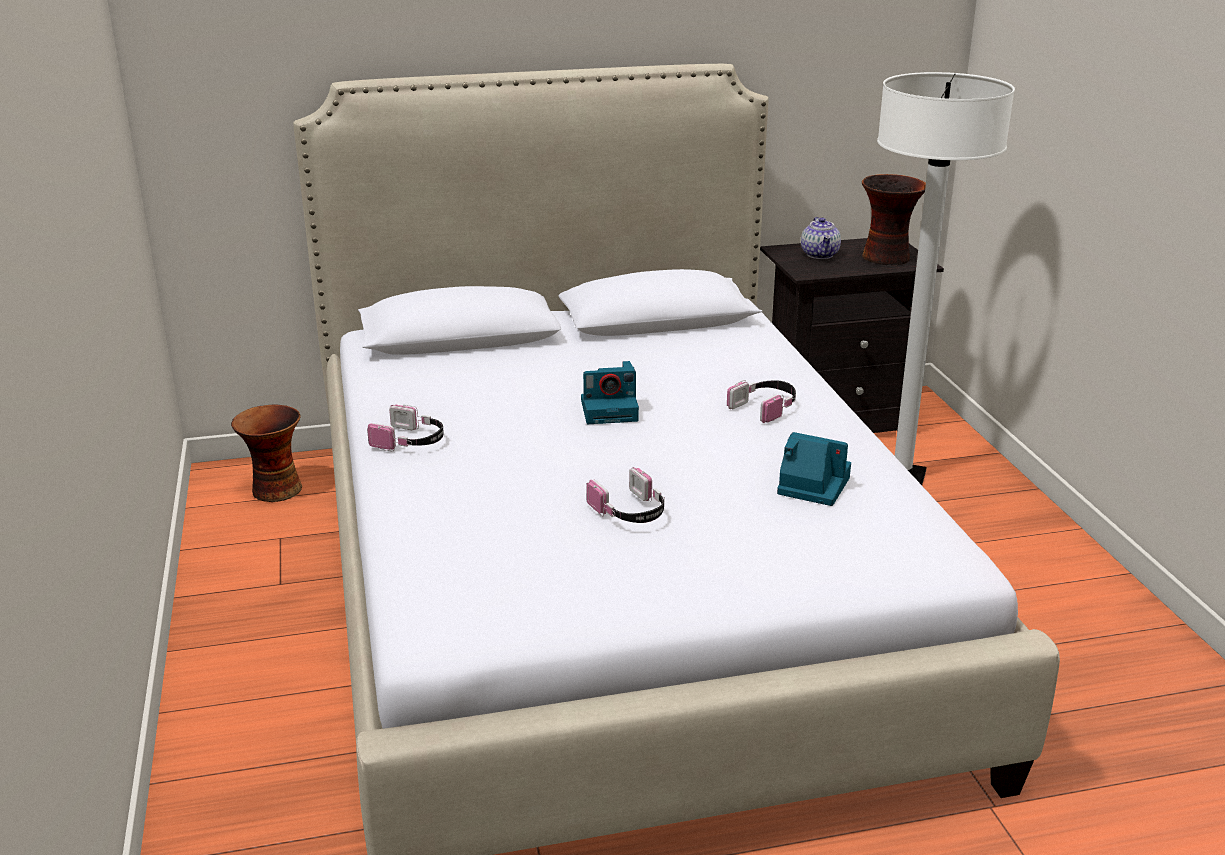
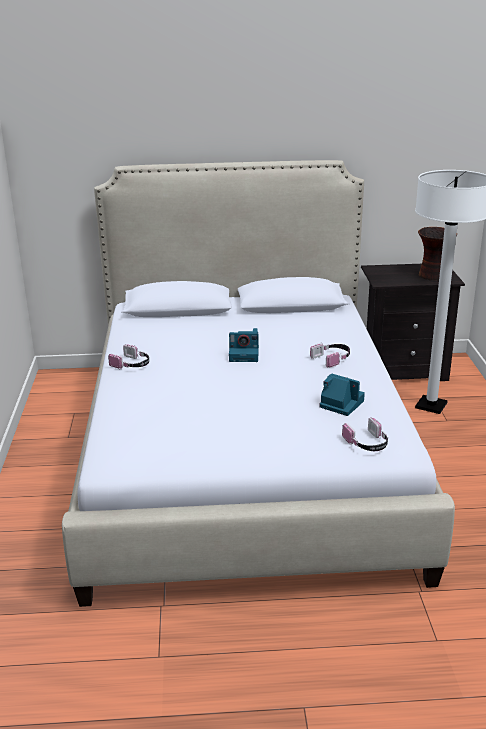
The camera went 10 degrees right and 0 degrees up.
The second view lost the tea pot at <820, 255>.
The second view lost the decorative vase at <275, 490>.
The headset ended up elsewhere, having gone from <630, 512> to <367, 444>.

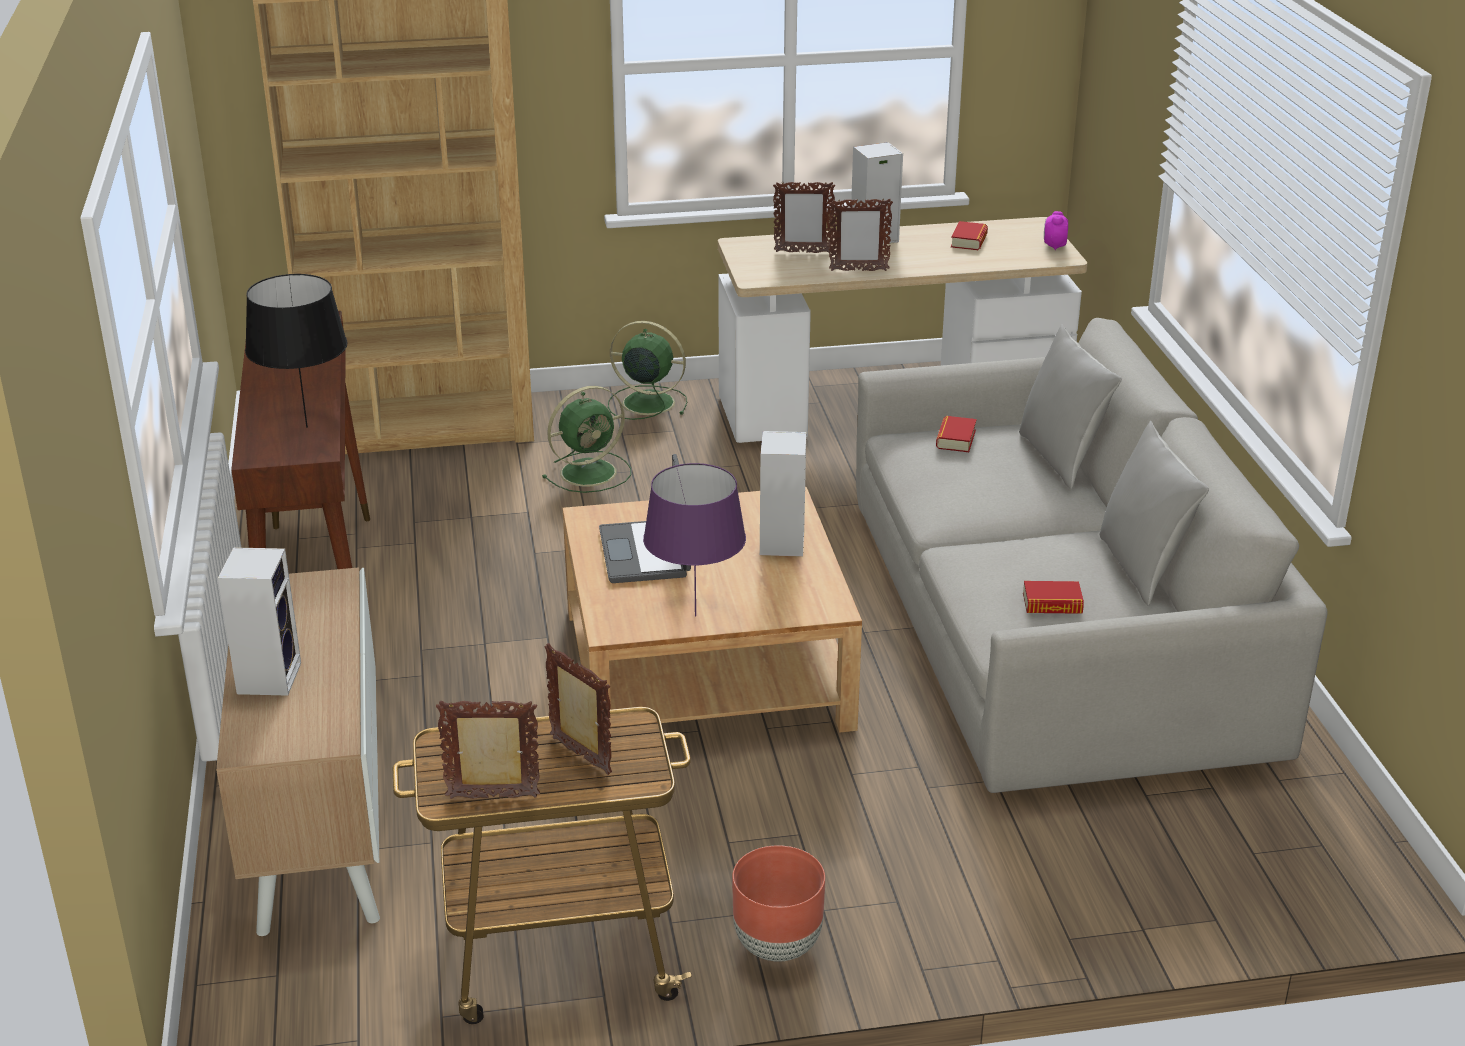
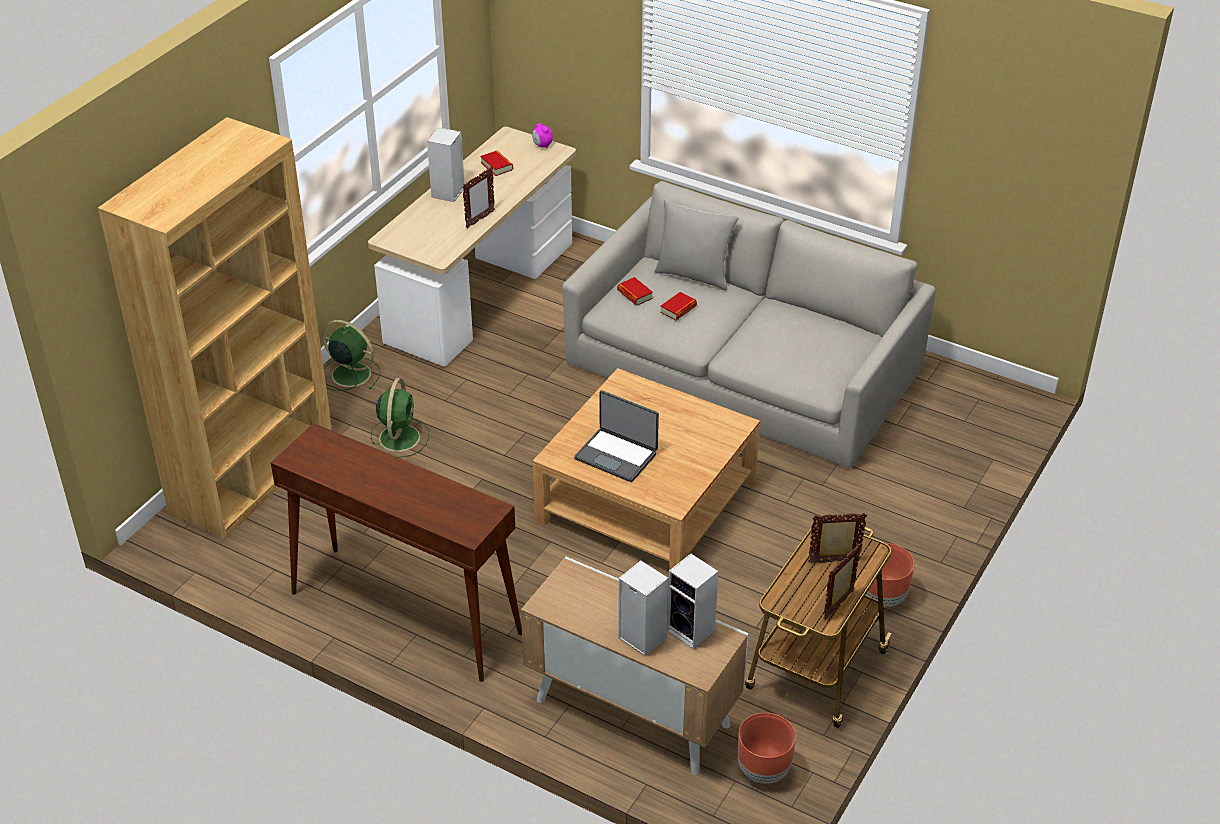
The camera went 50 degrees left and 10 degrees up.
The second view lost the picture frame at <802, 252>.
The second view lost the table lamp in black at <307, 427>.
The electric fan in green at <646, 403> ended up facing another way, 60 degrees clockwise from before.
The second view lost the pillow in greyish at <1142, 568>.
The speaker ended up elsewhere, having gone from <783, 544> to <692, 631>.
The second view lost the table lamp in purple at <695, 615>.
The book ended up elsewhere, having gone from <1052, 604> to <678, 309>.
The second view gained the planter in brown-coloured at <764, 770>.

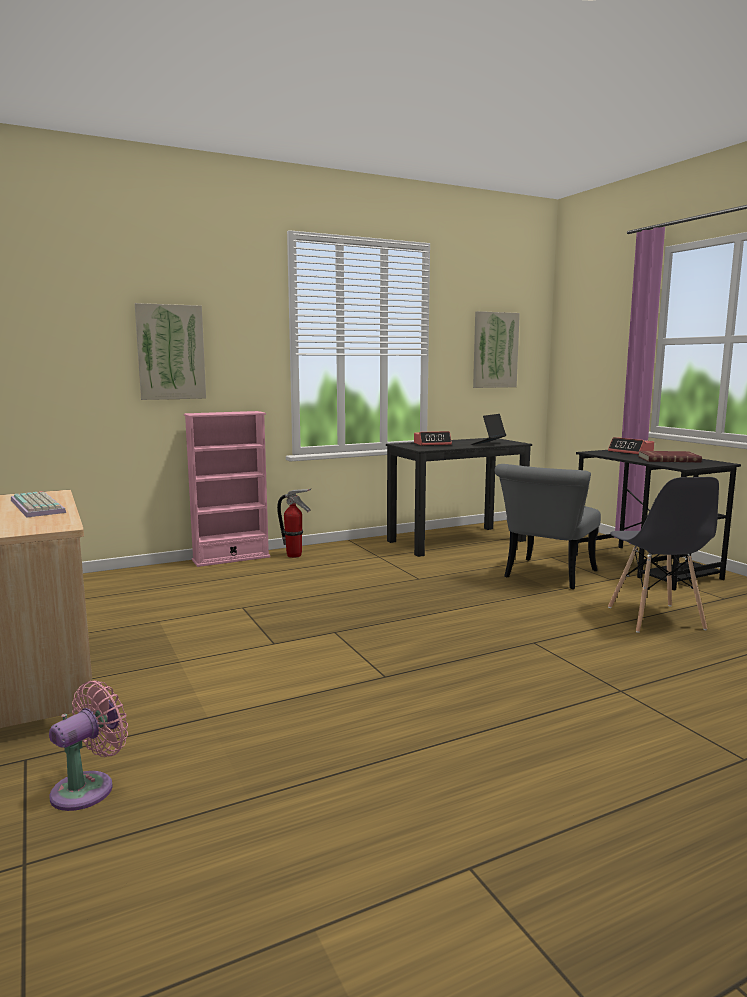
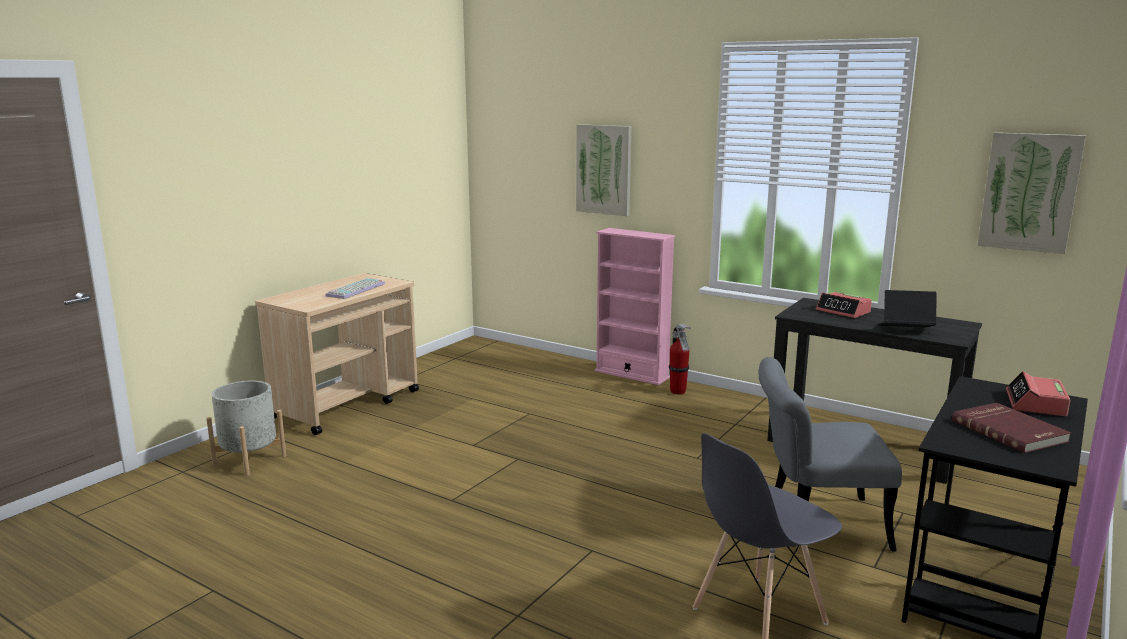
The camera went 60 degrees right and 5 degrees up.
Where the electric fan in pinkish stood at <88, 788>, the planter in greyish came to stand at <249, 460>.

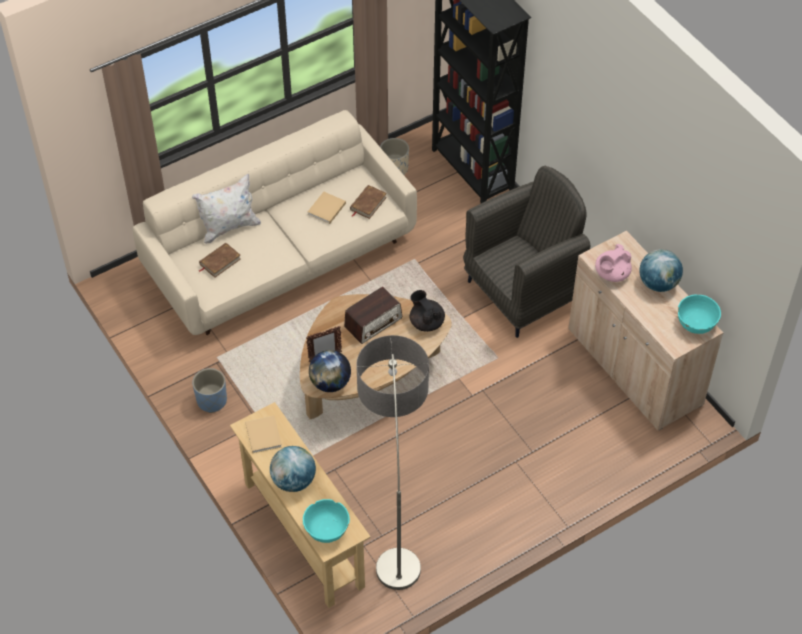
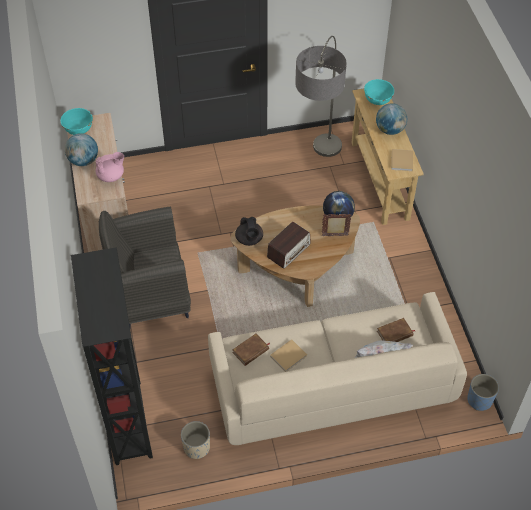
The camera went 160 degrees left and 0 degrees up.
The radio at <373, 322> ended up facing another way, 150 degrees clockwise from before.
The planter in blue ended up elsewhere, having gone from <211, 400> to <479, 400>.

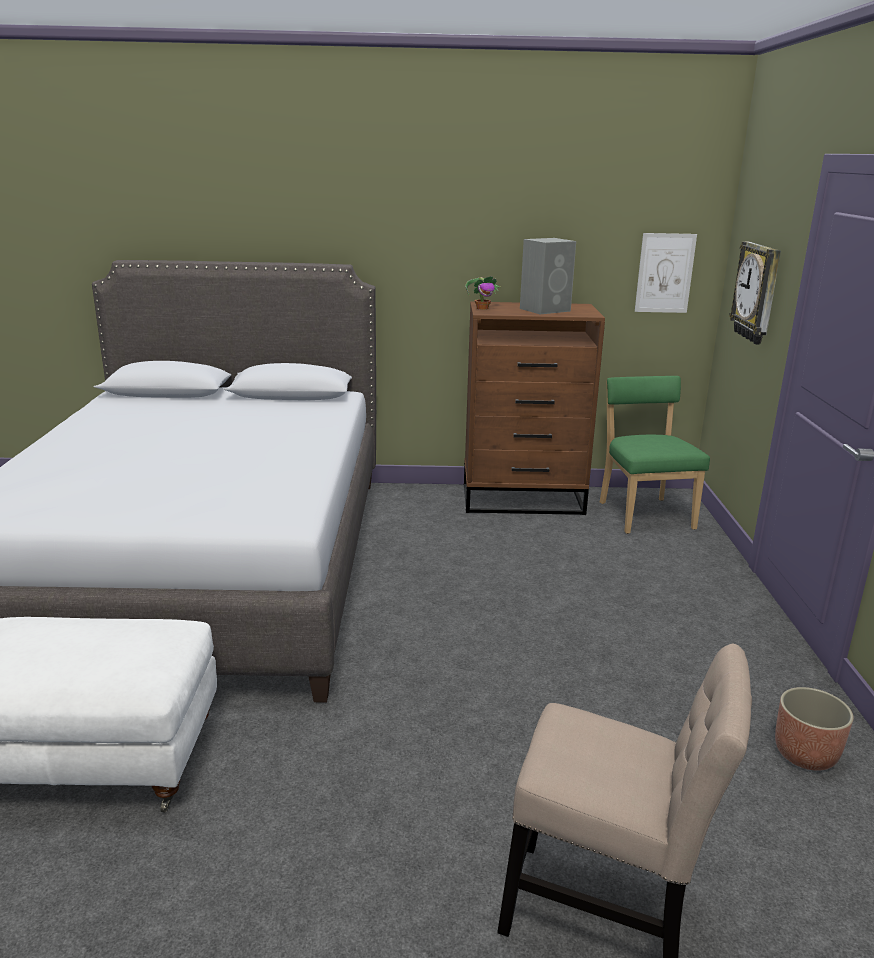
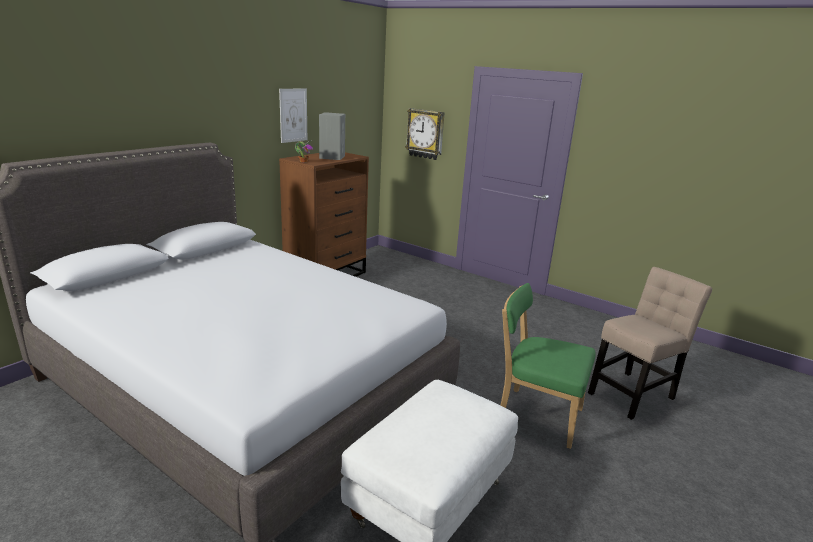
The camera went 55 degrees left and 0 degrees up.
The wall picture ended up elsewhere, having gone from <665, 273> to <293, 115>.
The chair in green ended up elsewhere, having gone from <643, 514> to <535, 415>.
The second view lost the planter at <805, 754>.

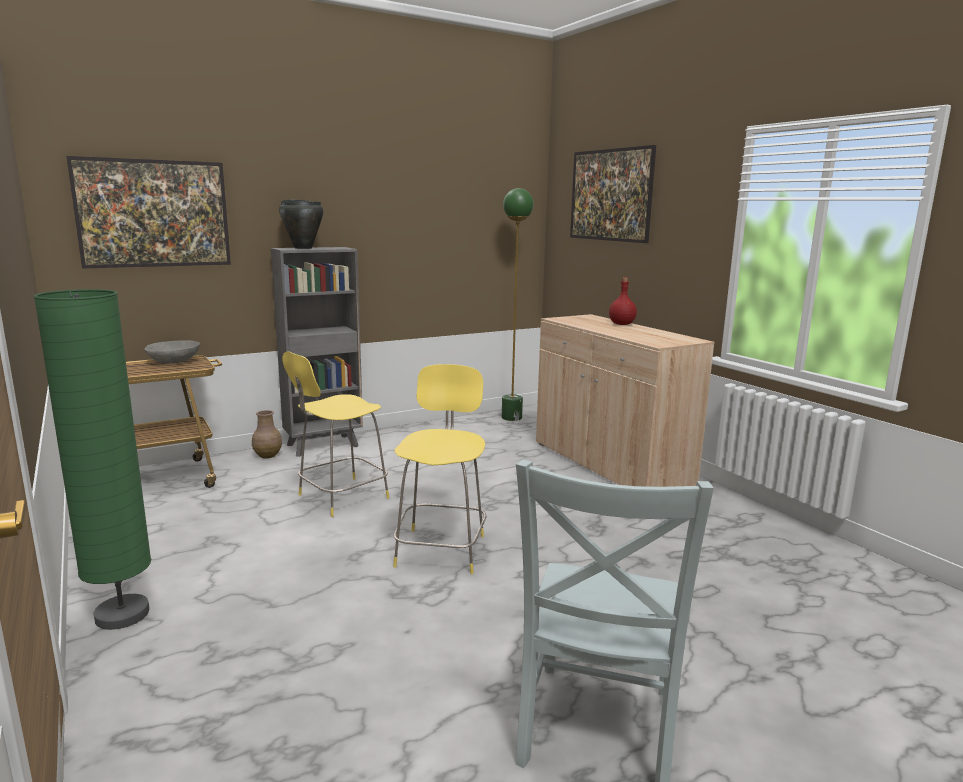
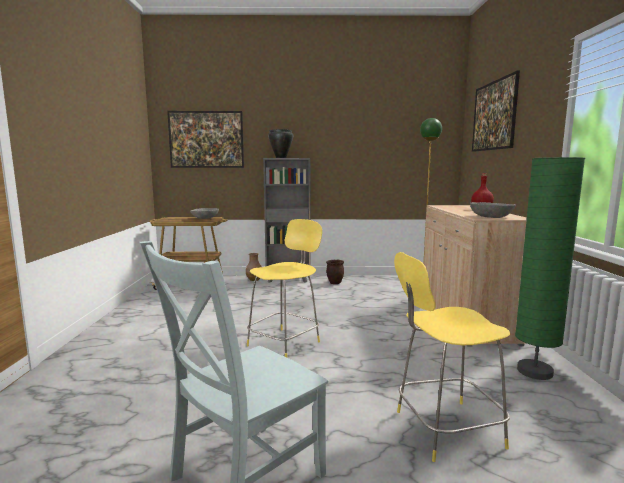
The camera went 30 degrees right and 5 degrees down.
The floor lamp in green ended up elsewhere, having gone from <122, 615> to <534, 371>.
The sitting stool in yellowish ended up elsewhere, having gone from <340, 497> to <444, 429>.
The second view gained the bowl in greyish at <491, 217>.
The second view gained the planter in brown-coloured at <335, 283>.

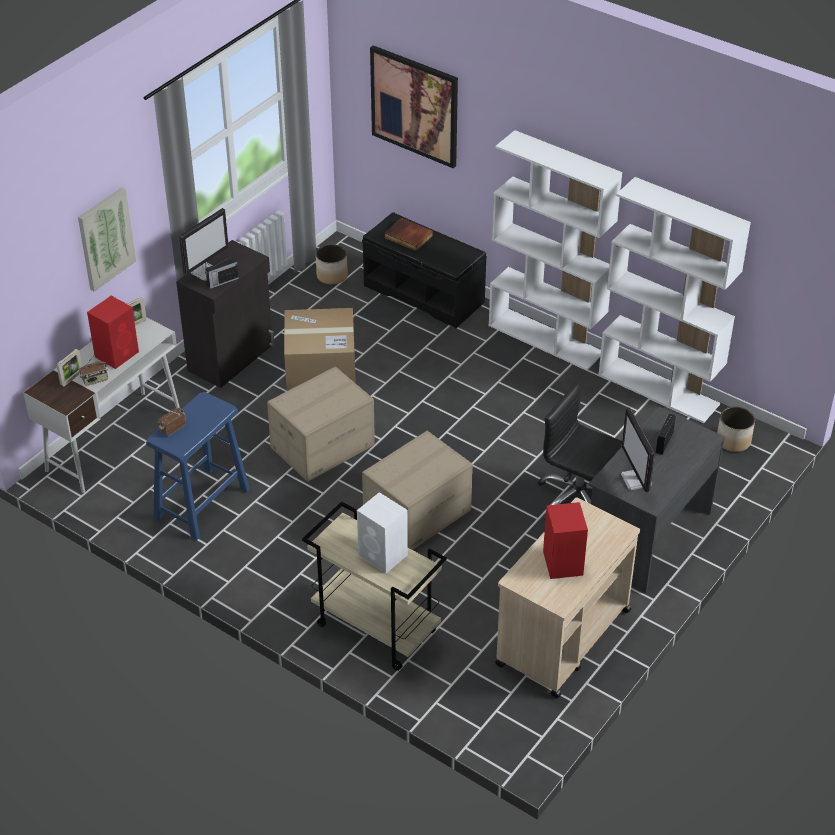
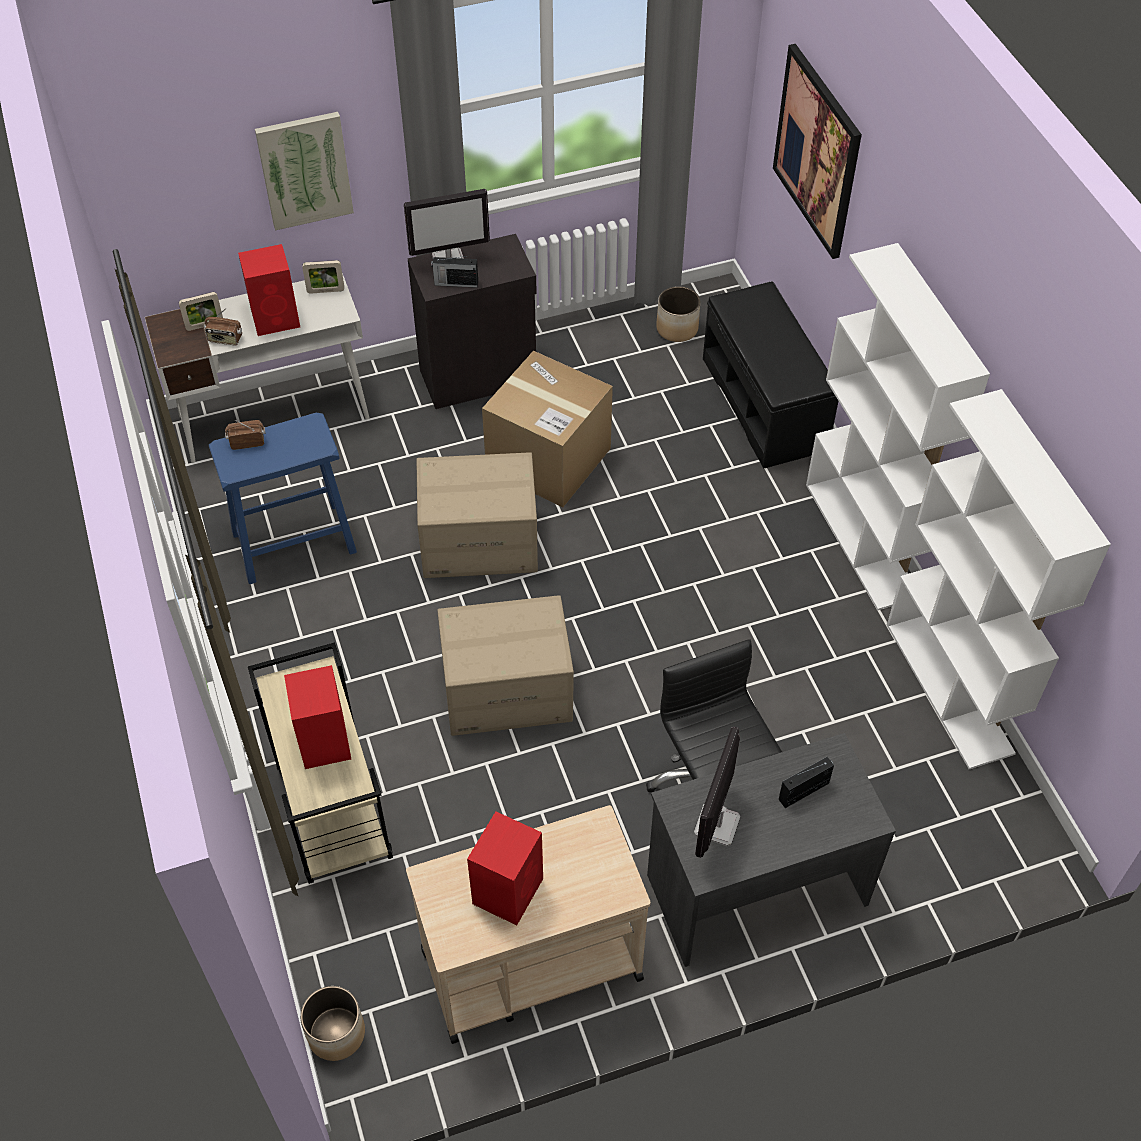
The camera went 35 degrees right and 10 degrees up.
The second view lost the book at <407, 237>.
The planter ended up elsewhere, having gone from <733, 441> to <336, 1034>.
What was the speaker in white-coloured at <383, 556> turned into the speaker in red at <324, 743>.

